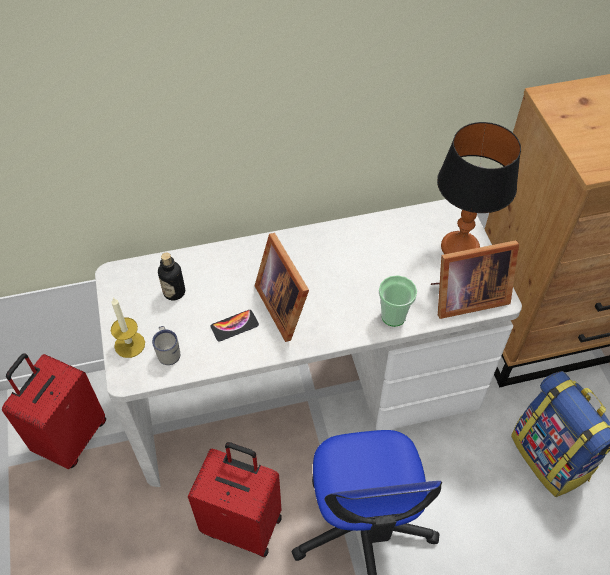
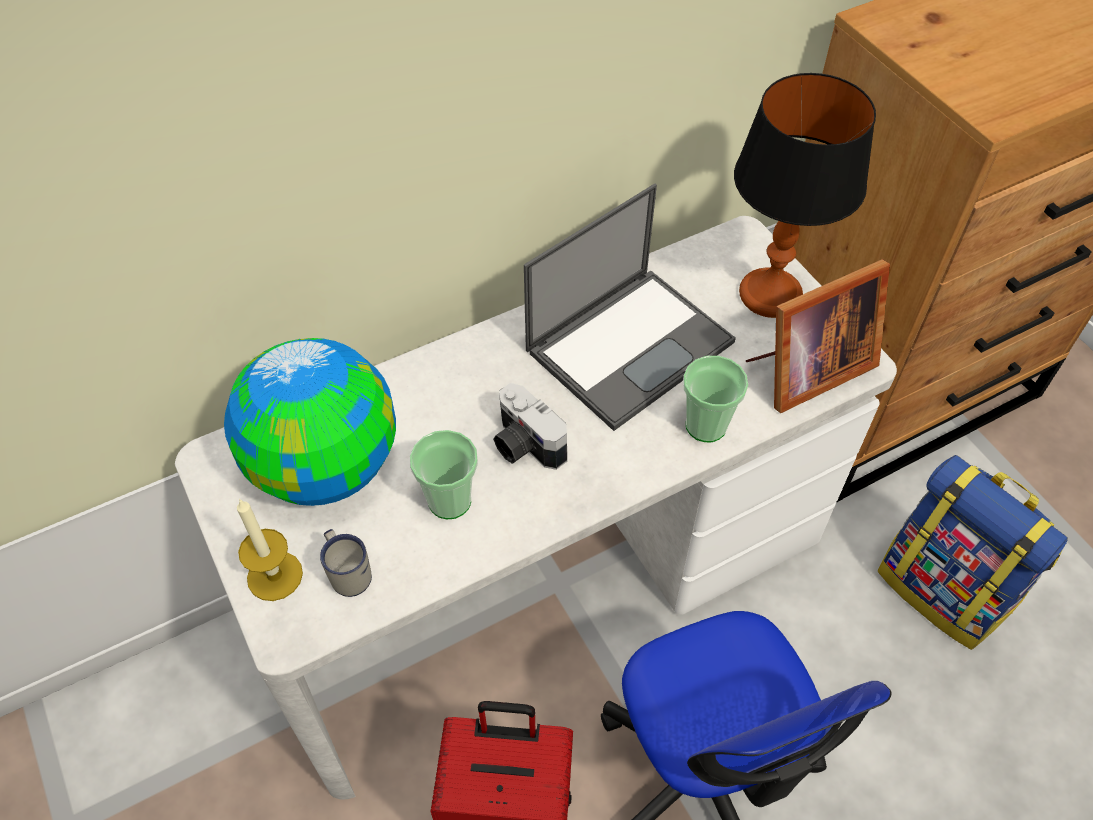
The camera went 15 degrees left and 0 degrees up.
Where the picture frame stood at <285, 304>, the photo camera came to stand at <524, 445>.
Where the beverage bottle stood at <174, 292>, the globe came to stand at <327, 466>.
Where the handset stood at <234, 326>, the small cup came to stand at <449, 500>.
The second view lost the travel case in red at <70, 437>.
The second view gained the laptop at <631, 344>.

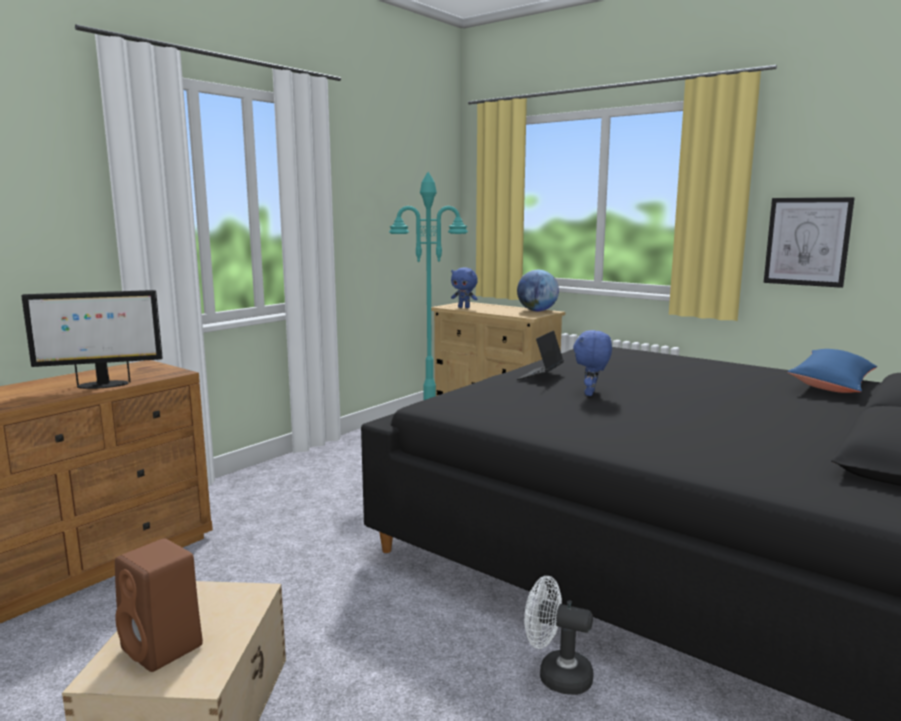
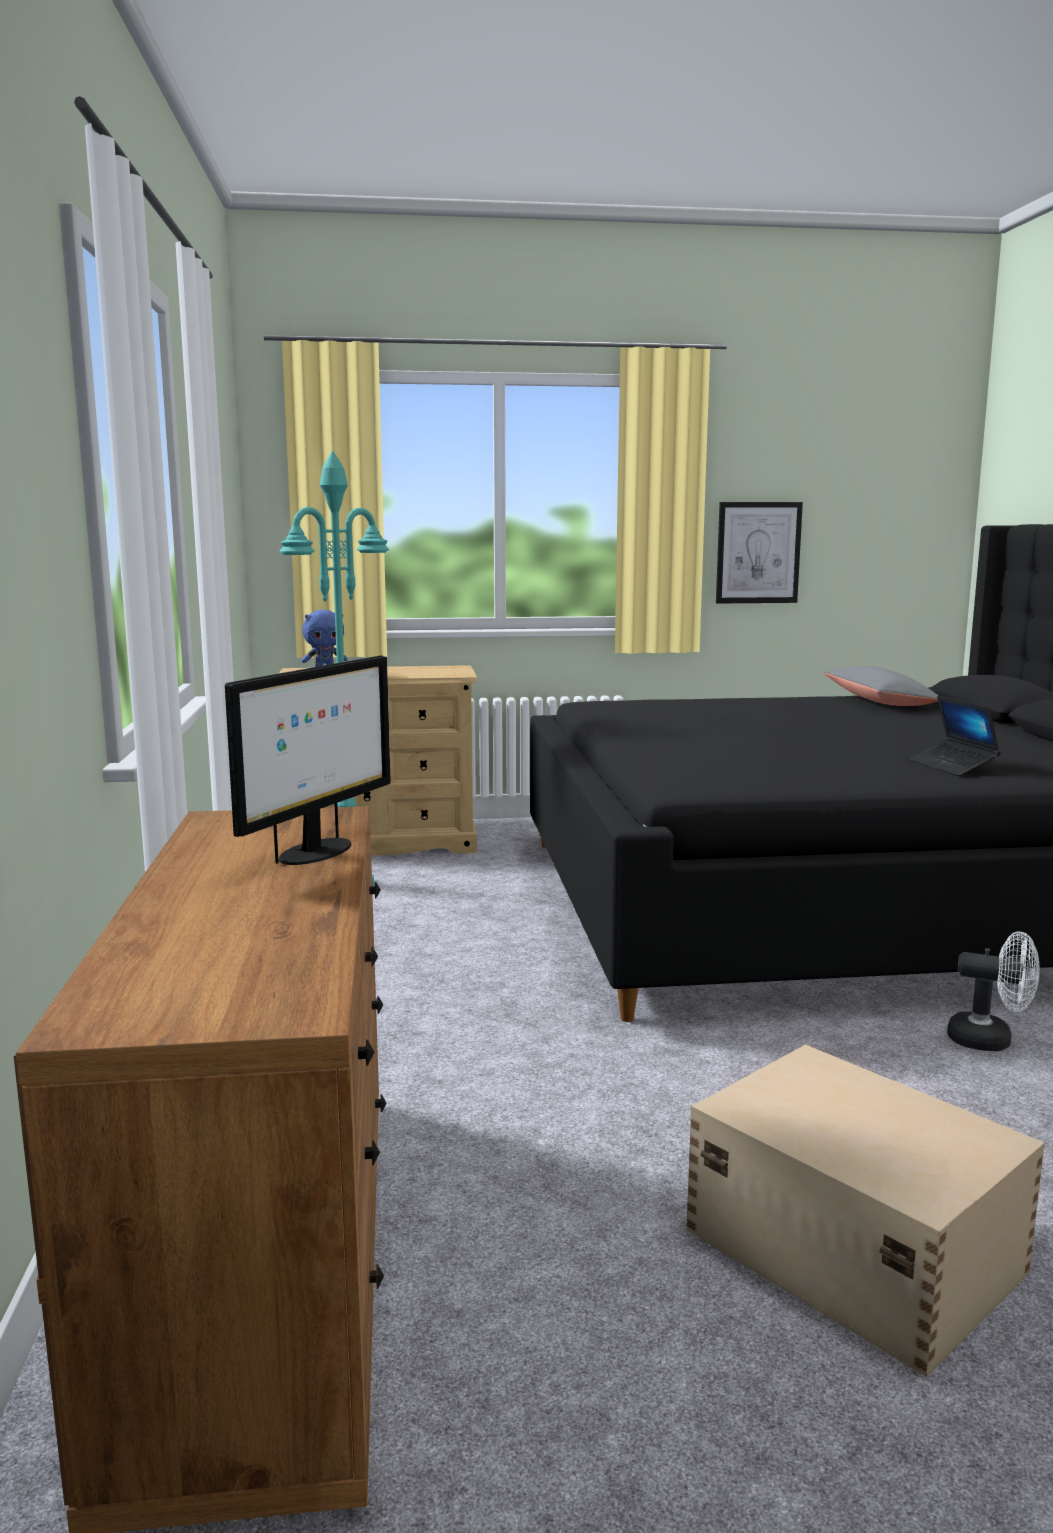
The camera went 45 degrees left and 0 degrees up.
The second view lost the globe at <537, 311>.
The second view lost the cuddly toy in blue at <591, 394>.
The laptop ended up elsewhere, having gone from <540, 376> to <952, 766>.
What was the pillow in blue at <832, 384> turned into the pillow in greyish at <879, 701>.
The second view lost the speaker in brown-coloured at <164, 648>.
The electric fan in white-coloured at <556, 675> ended up facing another way, 135 degrees counterclockwise from before.

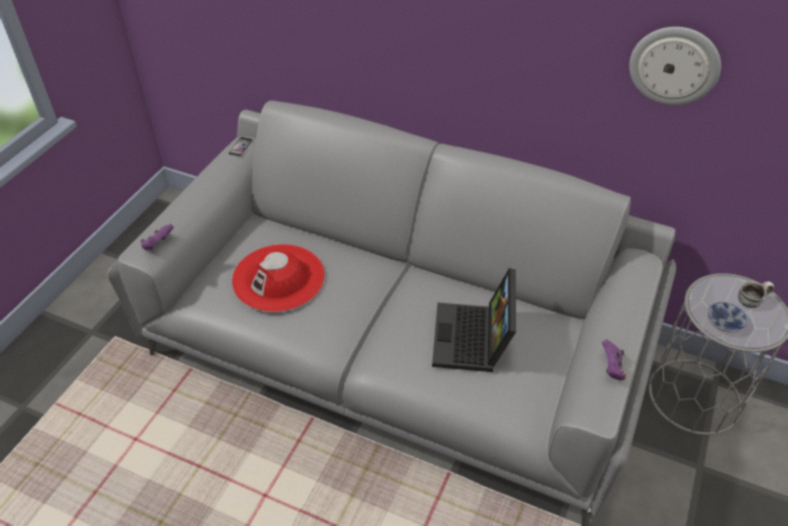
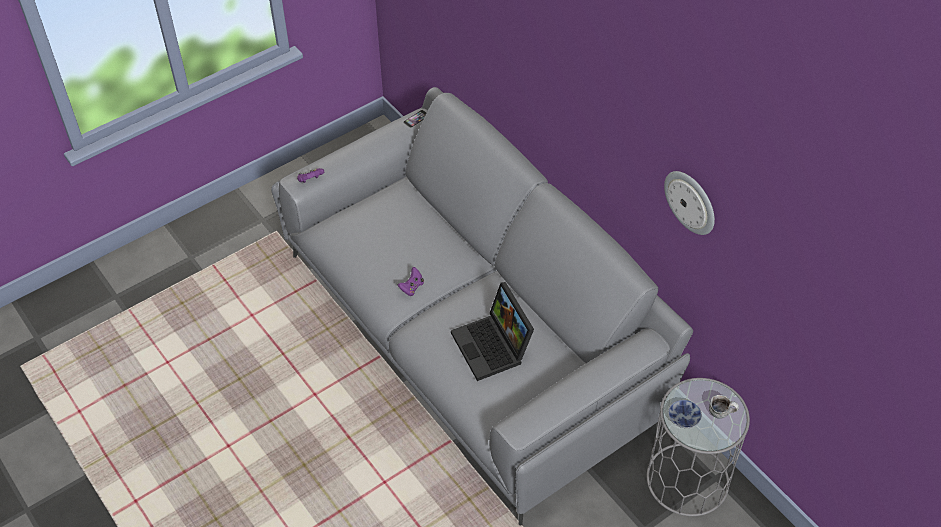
The camera went 30 degrees right and 5 degrees up.
The second view lost the clothing hat in red at <278, 278>.
The laptop at <473, 340> ended up facing another way, 60 degrees counterclockwise from before.
The gamepad in purple ended up elsewhere, having gone from <611, 368> to <412, 287>.

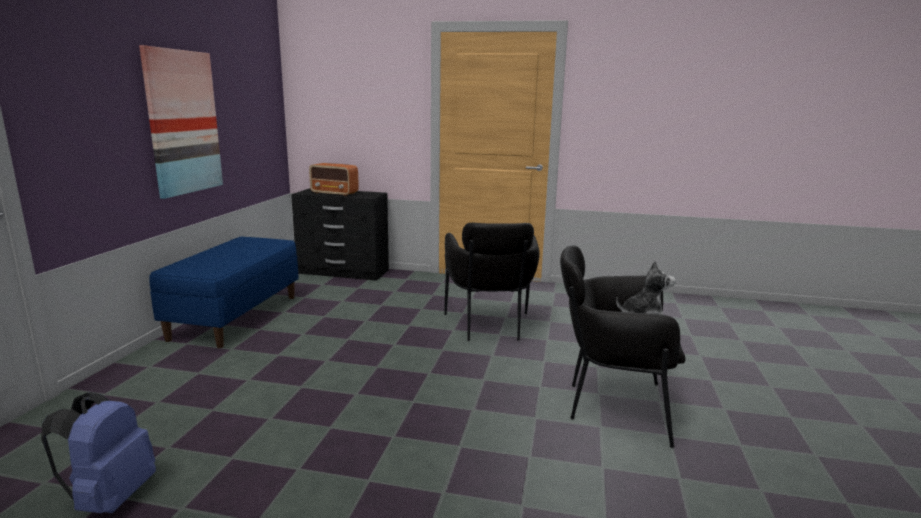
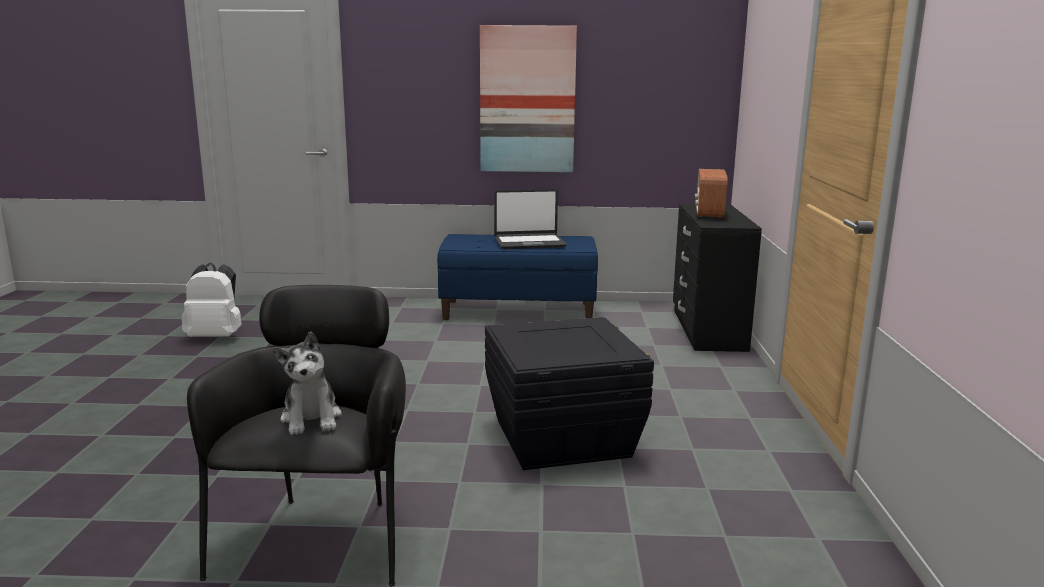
The camera went 80 degrees right and 0 degrees up.
Where the armchair in black stood at <490, 328>, the storage bin in black came to stand at <562, 437>.
What was the knapsack in blue at <110, 498> turned into the knapsack in white-coloured at <216, 337>.
The second view gained the laptop at <529, 243>.

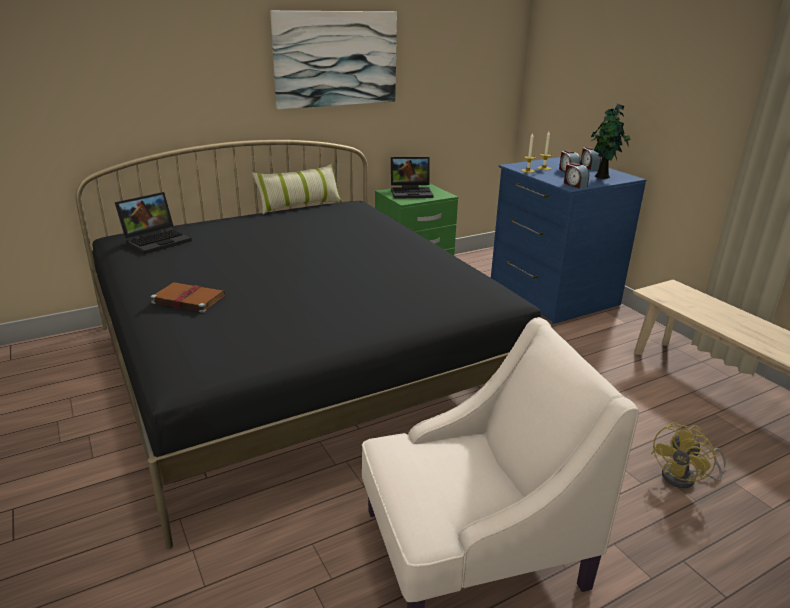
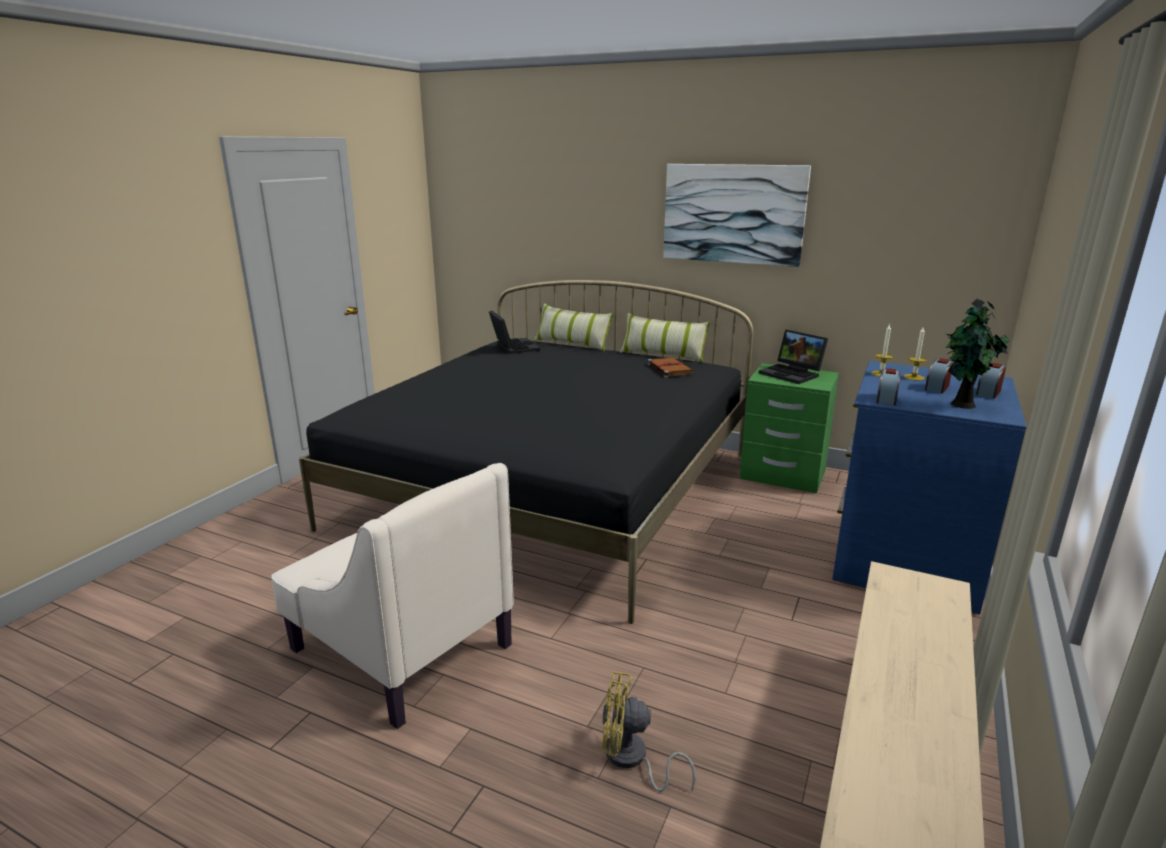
The camera went 55 degrees right and 5 degrees down.
The laptop at <157, 240> ended up facing another way, 120 degrees counterclockwise from before.
The book in brown-coloured ended up elsewhere, having gone from <187, 299> to <669, 369>.
The second view gained the pillow at <572, 344>.

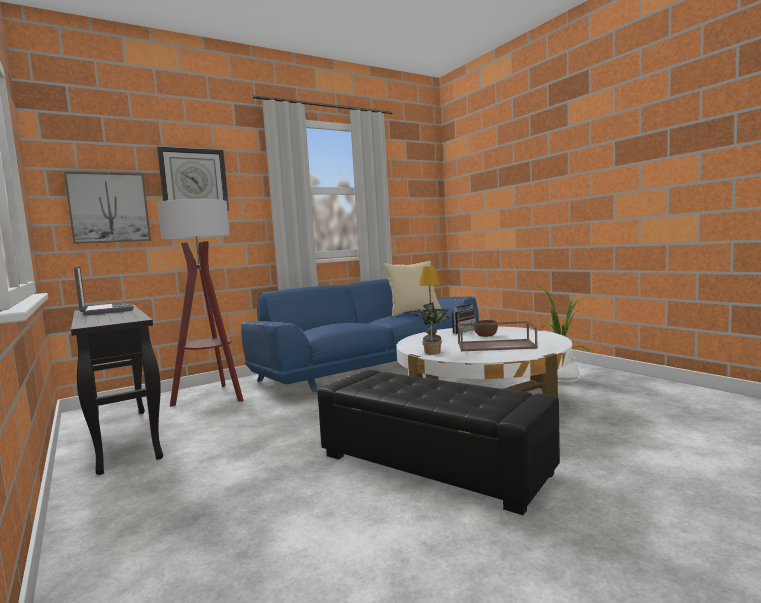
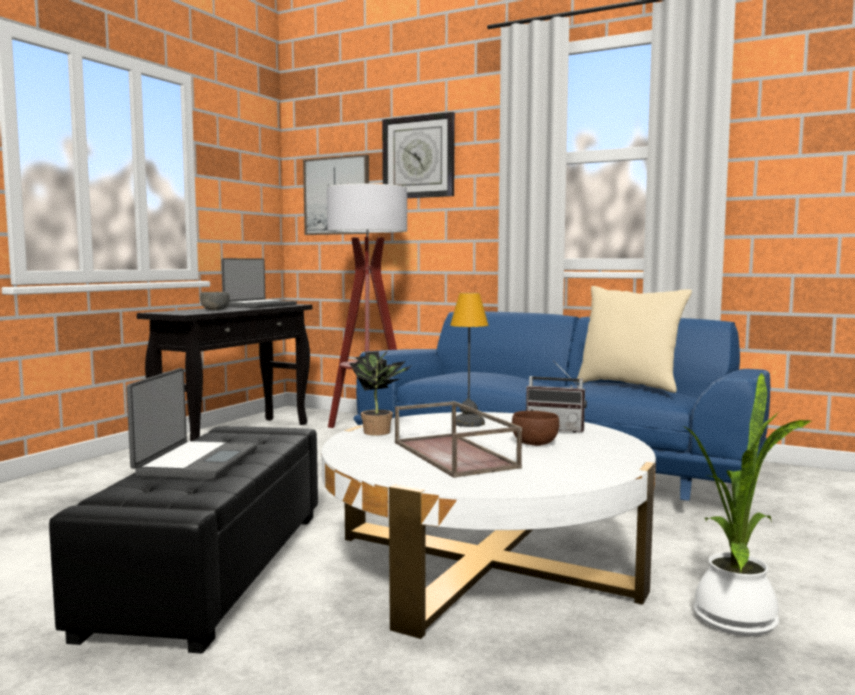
The camera went 60 degrees right and 0 degrees up.
The second view gained the bowl in greyish at <215, 309>.
The second view gained the laptop at <195, 462>.

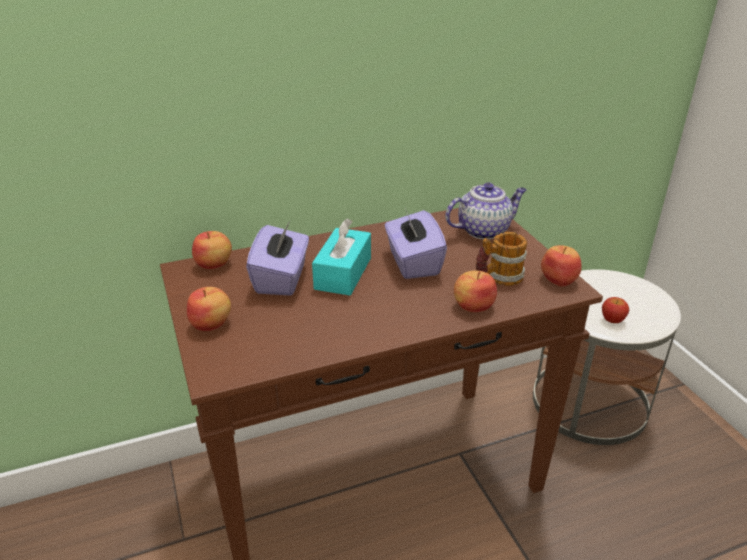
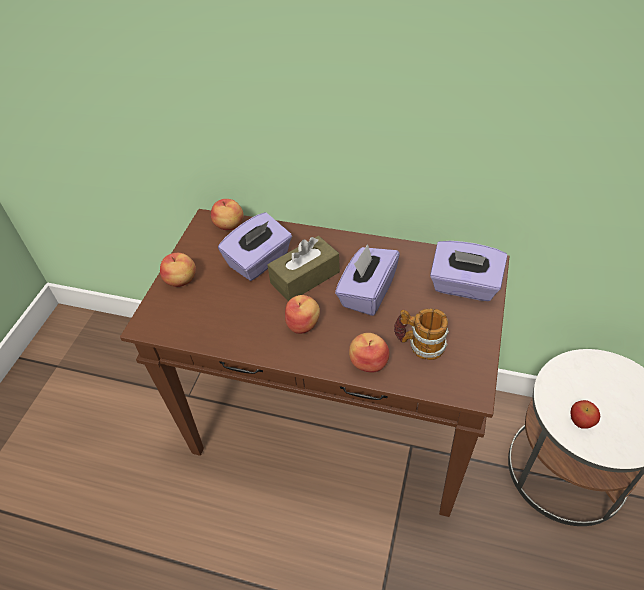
The camera went 40 degrees right and 15 degrees up.
Where the tea pot stood at <484, 230>, the tissue box in purple came to stand at <464, 286>.
What was the tissue box in turquoise-coloured at <343, 273> turned into the tissue box in brown-coloured at <305, 277>.
The apple fruit ended up elsewhere, having gone from <559, 279> to <303, 324>.

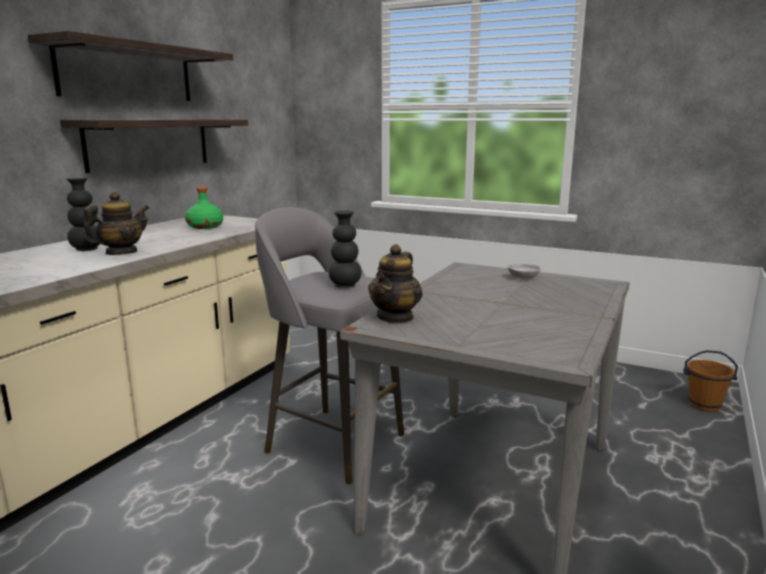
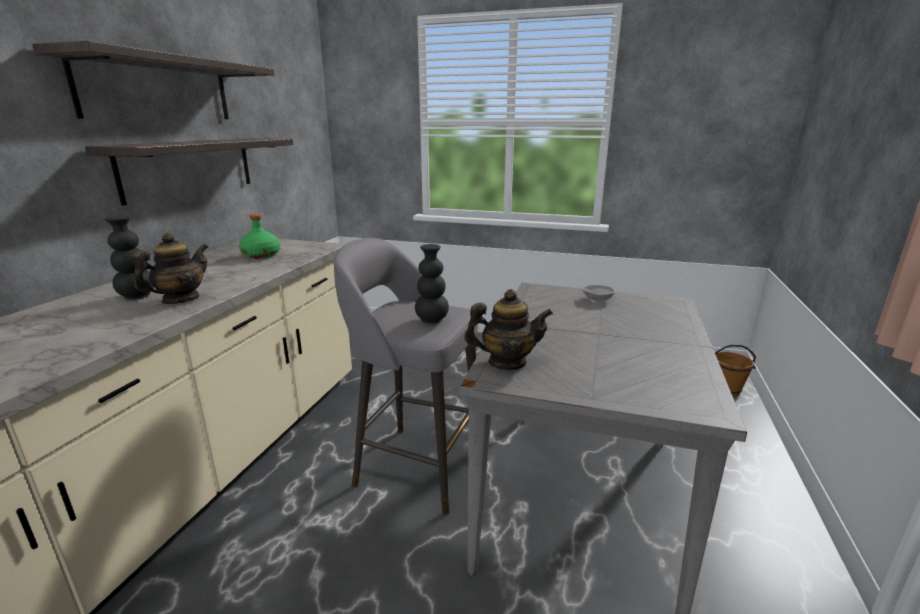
The camera went 10 degrees left and 5 degrees up.
The tea pot at <395, 317> ended up facing another way, 105 degrees counterclockwise from before.

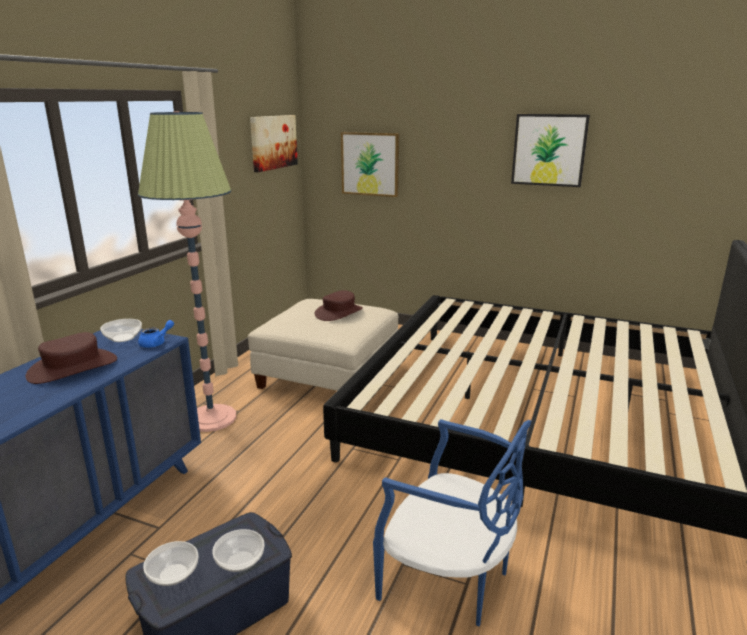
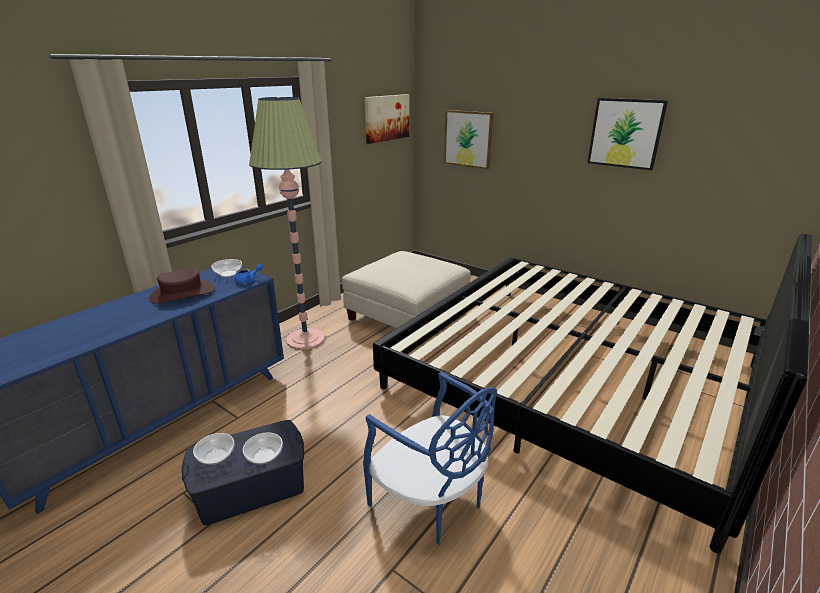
The camera went 15 degrees right and 5 degrees up.
The second view lost the clothing hat in brown-coloured at <339, 312>.

